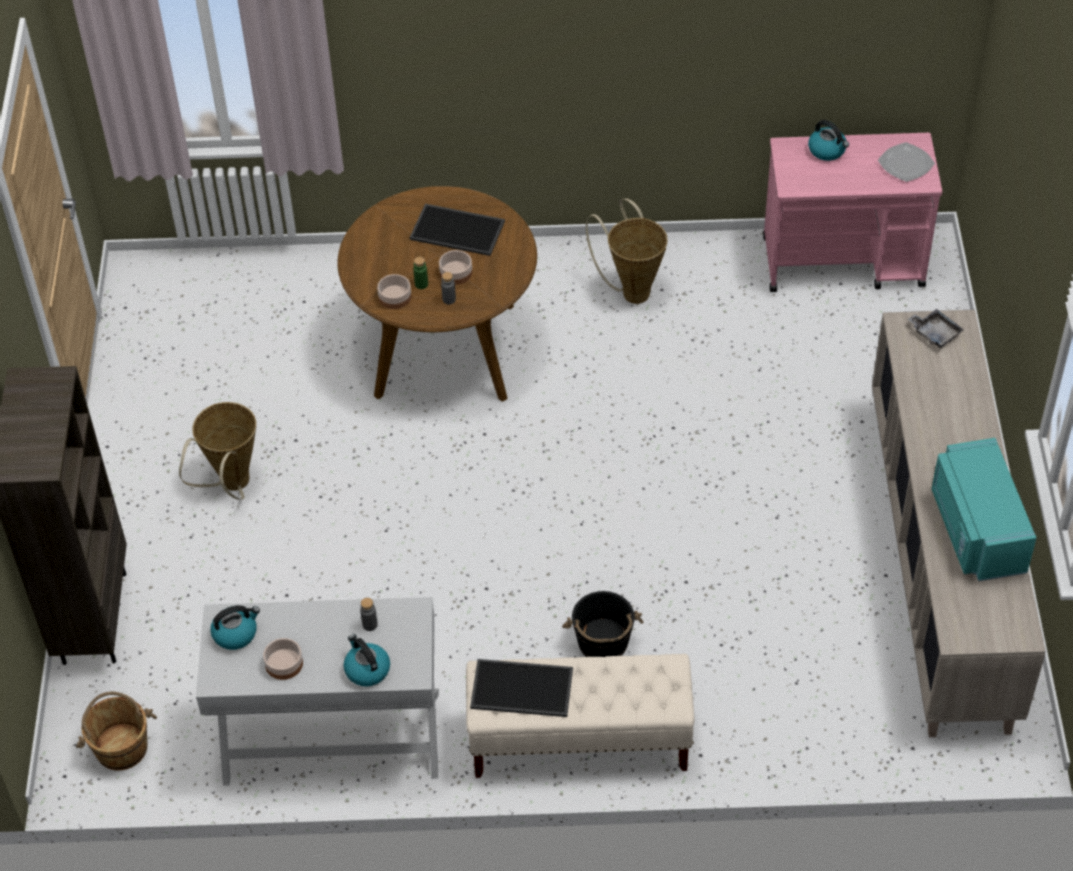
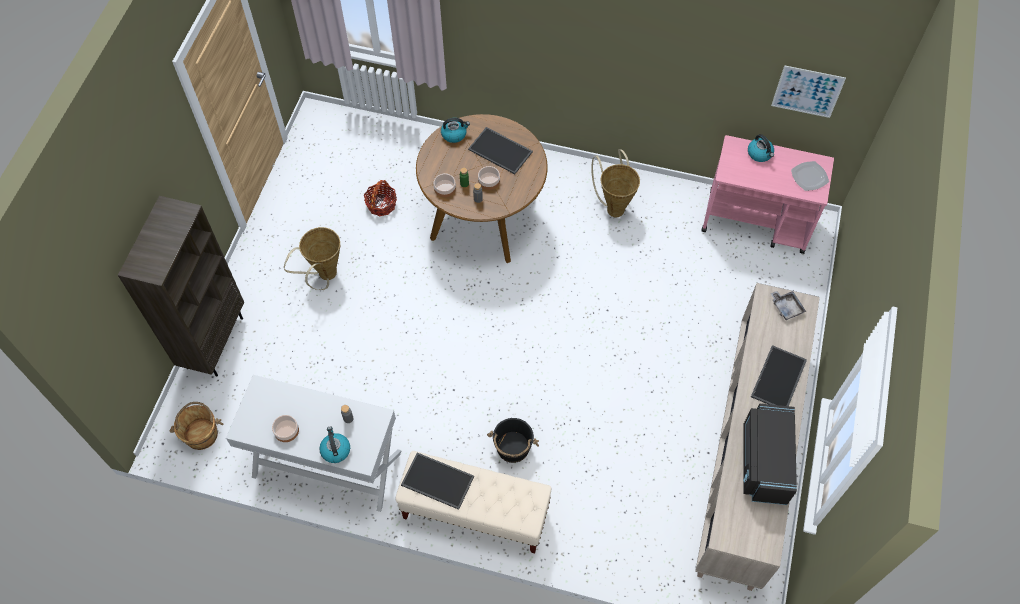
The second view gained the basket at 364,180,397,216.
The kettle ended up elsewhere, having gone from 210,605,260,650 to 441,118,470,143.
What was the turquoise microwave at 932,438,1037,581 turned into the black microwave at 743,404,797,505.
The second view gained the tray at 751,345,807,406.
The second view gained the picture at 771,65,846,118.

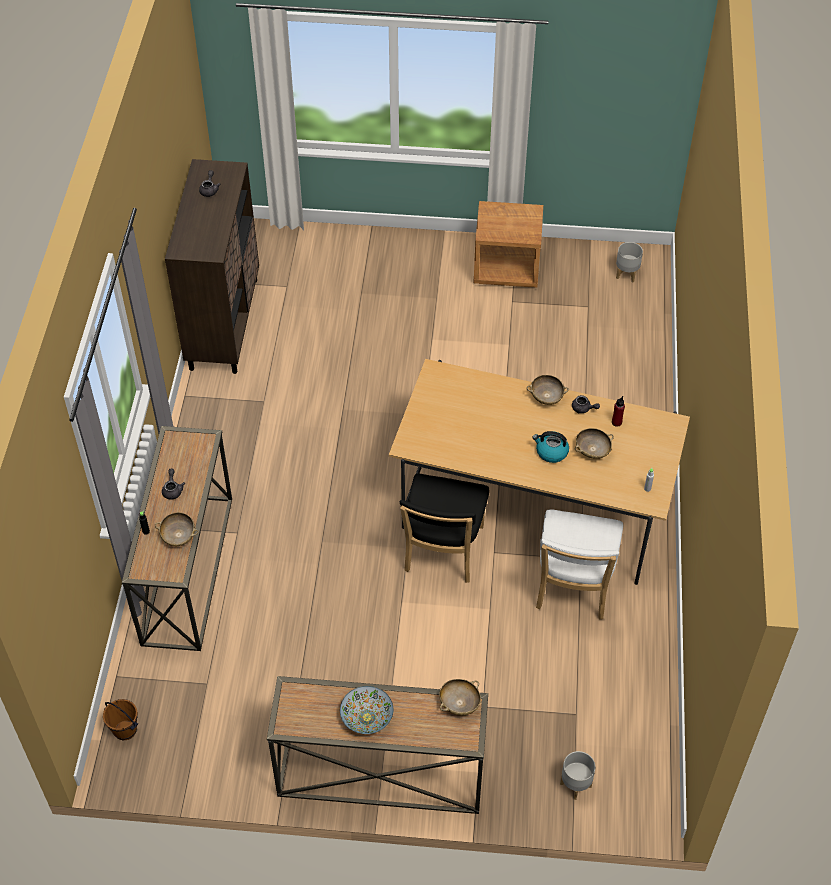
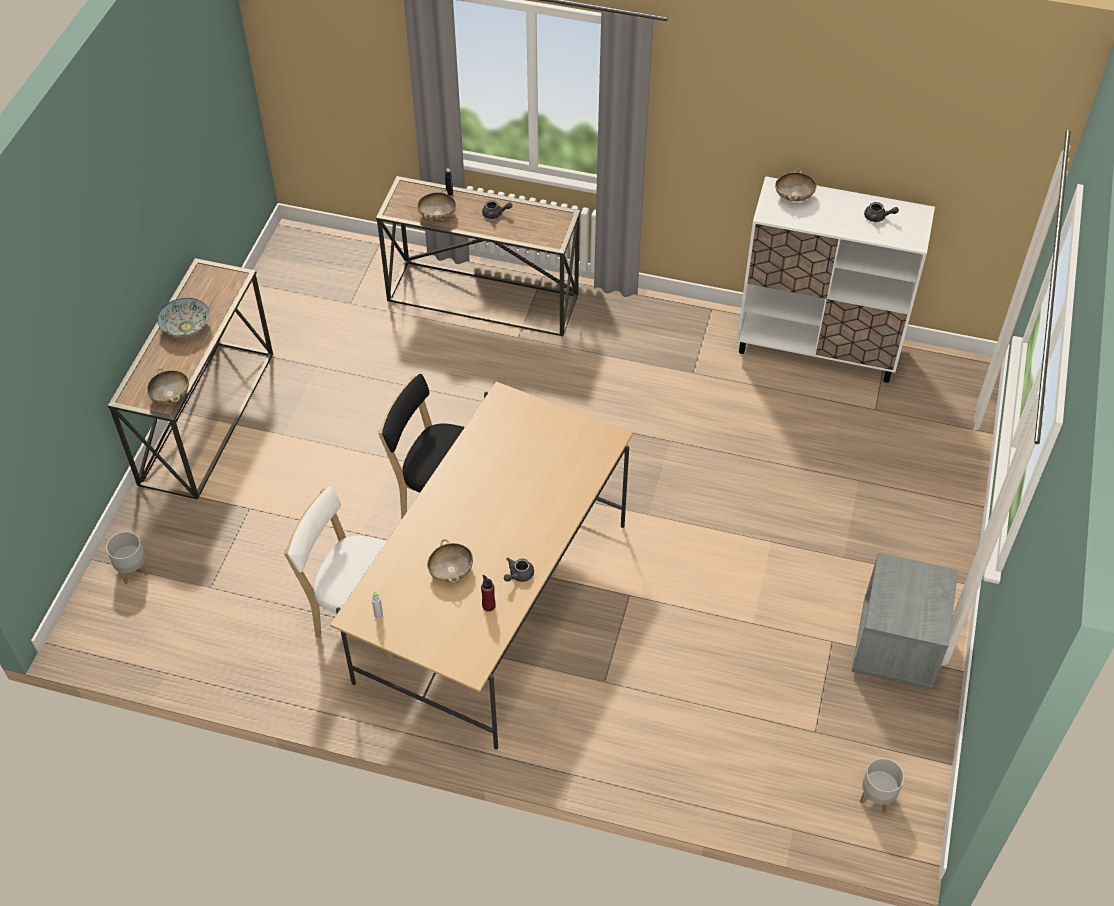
What was the brown cabinet at 165,159,259,374 turned into the white cabinet at 737,176,935,383.
The beige bowl ended up elsewhere, having gone from 526,375,569,405 to 775,169,816,201.
What was the brown nightstand at 473,201,543,287 turned into the grey nightstand at 852,553,958,690.
The second view lost the brown bucket at 103,699,138,740.
The second view lost the kettle at 533,431,569,463.

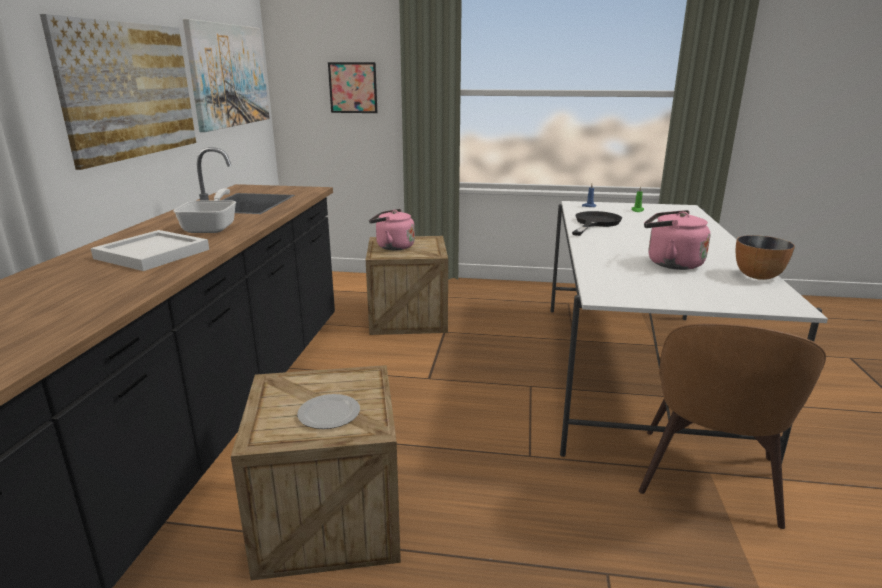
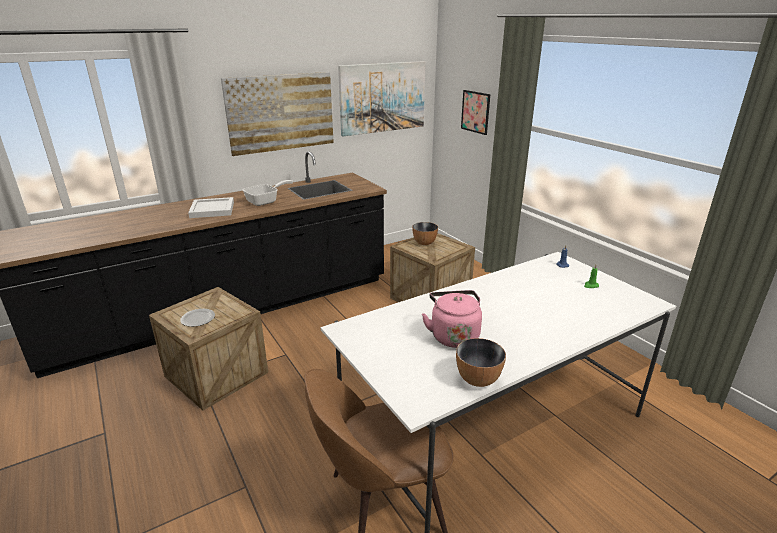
Where the pink kettle stood at 369,209,415,250, the bowl came to stand at 412,222,438,245.
The second view lost the black frying pan at 572,211,622,236.

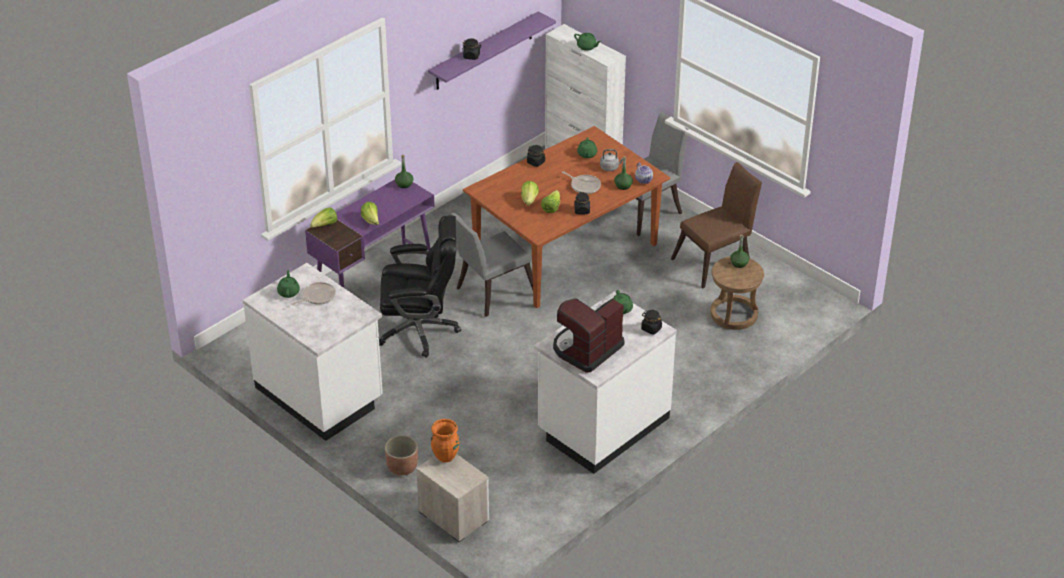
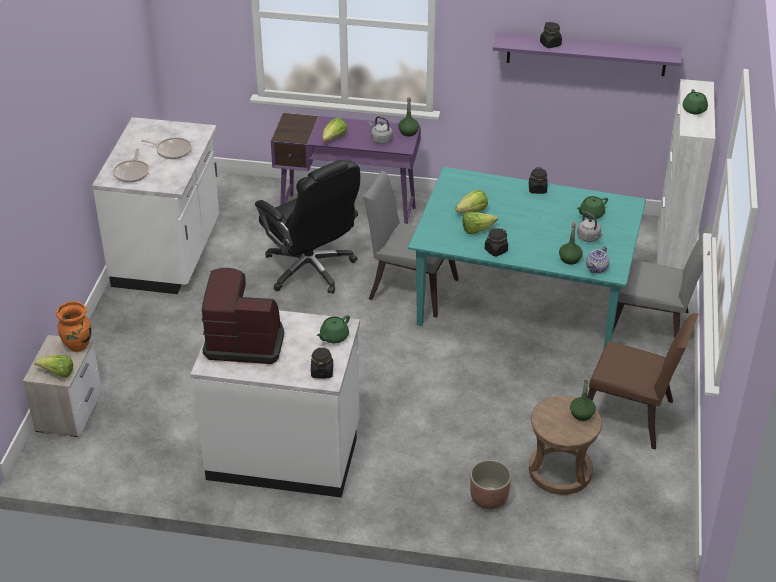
The lettuce ended up elsewhere, having gone from 310,207,337,228 to 34,355,73,378.
The frying pan ended up elsewhere, having gone from 562,171,601,194 to 113,149,149,183.
The second view gained the grey kettle at 369,116,393,144.
What was the brown dining table at 463,126,670,308 turned into the turquoise dining table at 408,167,646,350.
The planter ended up elsewhere, having gone from 385,435,418,475 to 470,460,511,510.
The second view lost the green teapot at 277,270,300,298.

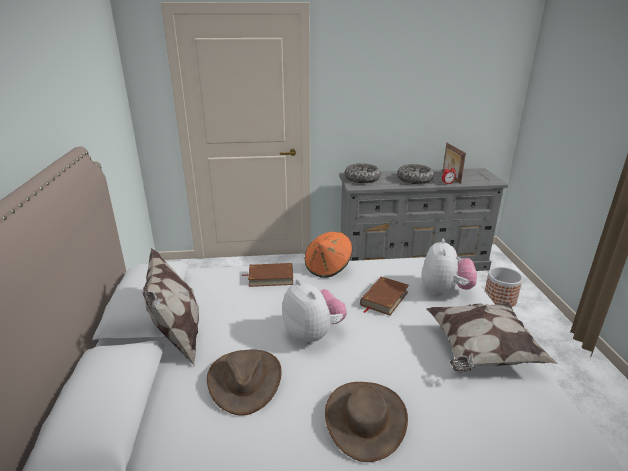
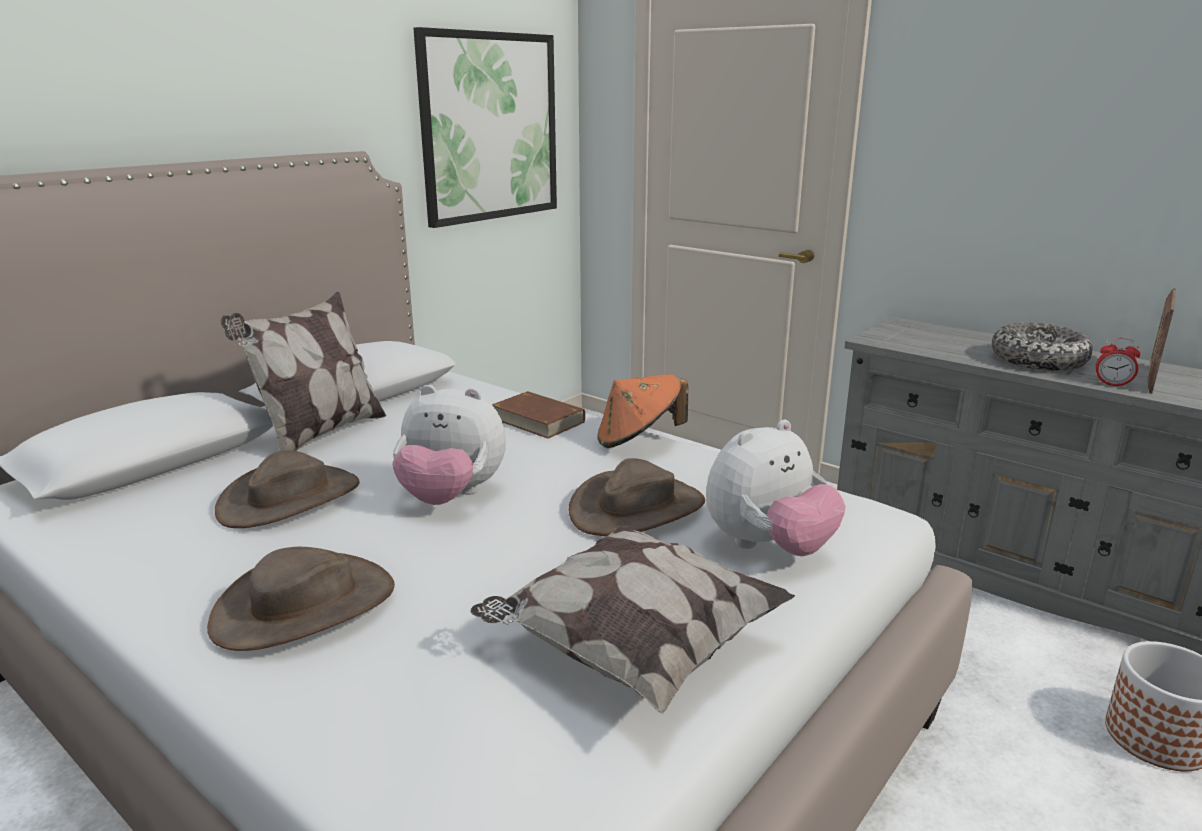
The plush toy at 282,279,347,344 ended up facing another way, 90 degrees clockwise from before.
The second view gained the picture at 413,27,557,228.
Where the brown book stood at 360,277,409,316, the brown hat came to stand at 569,458,705,536.
The second view lost the bowl at 345,163,381,183.

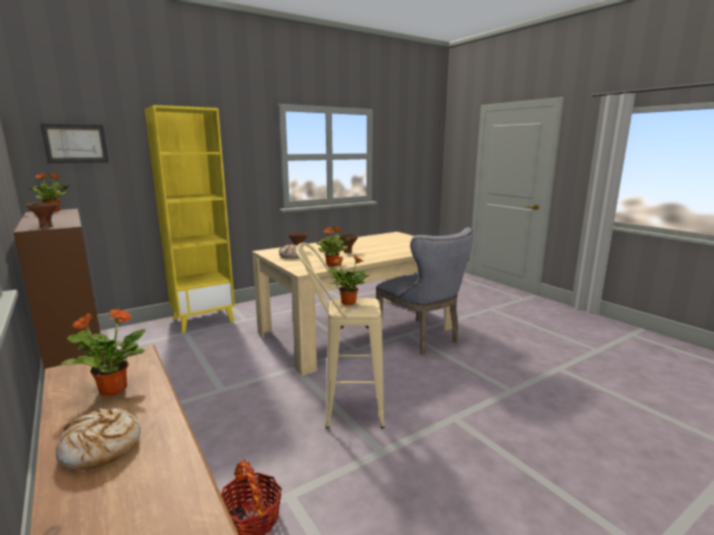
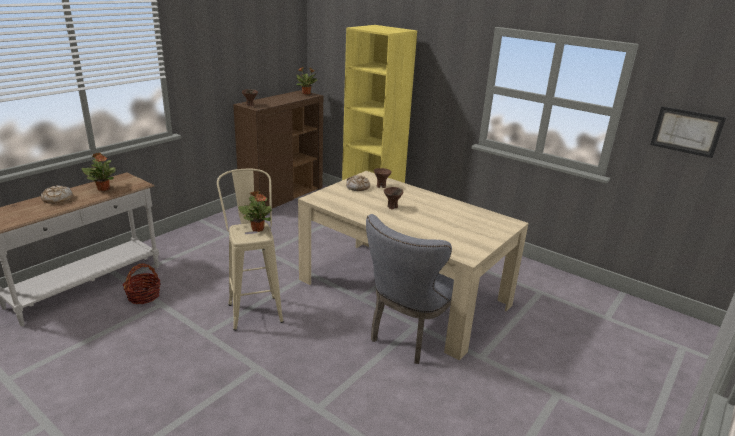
The picture ended up elsewhere, having gone from 40,124,109,163 to 650,106,726,158.
The second view lost the potted plant at 316,226,350,267.

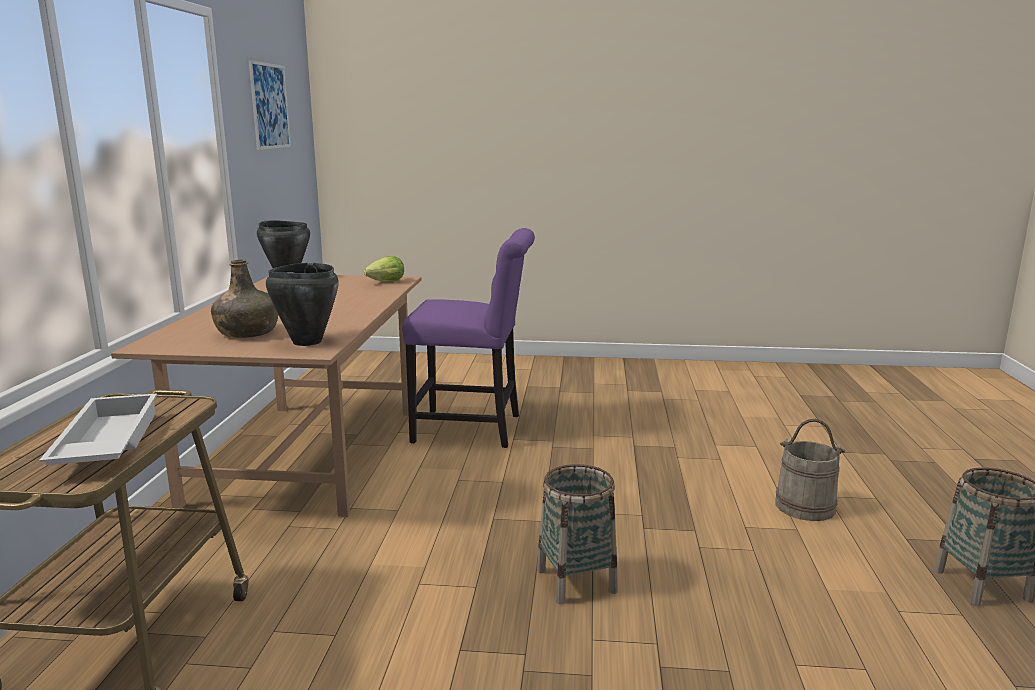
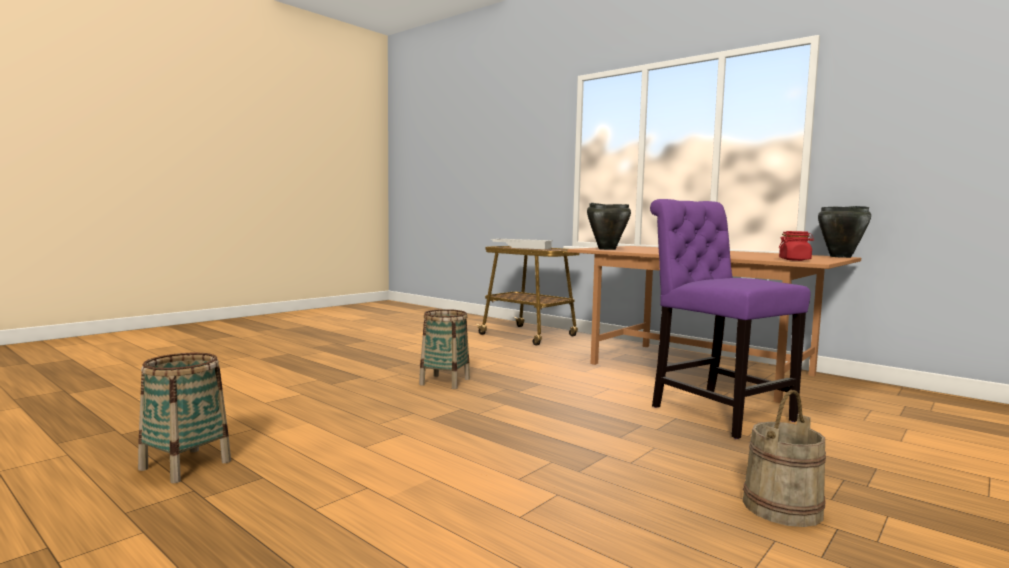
The purple chair at 402,228,535,448 ended up facing another way, 105 degrees clockwise from before.
The beige bucket ended up elsewhere, having gone from 775,419,846,521 to 743,390,826,527.
Where the lettuce stood at 364,256,404,282, the red jar came to stand at 779,231,814,261.
The second view lost the green bottle at 211,259,278,338.
The second view lost the picture at 249,60,291,150.

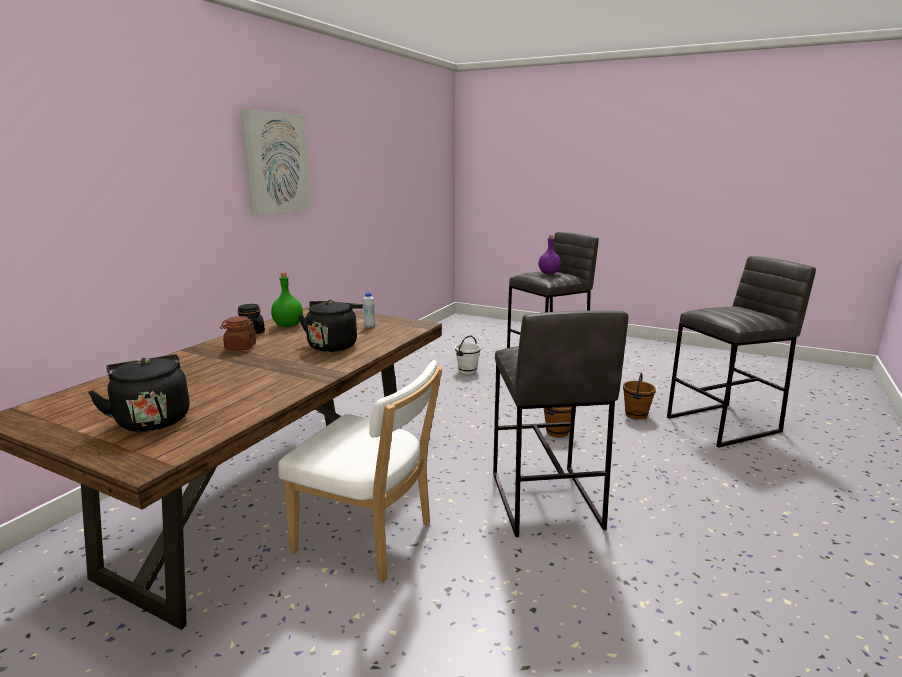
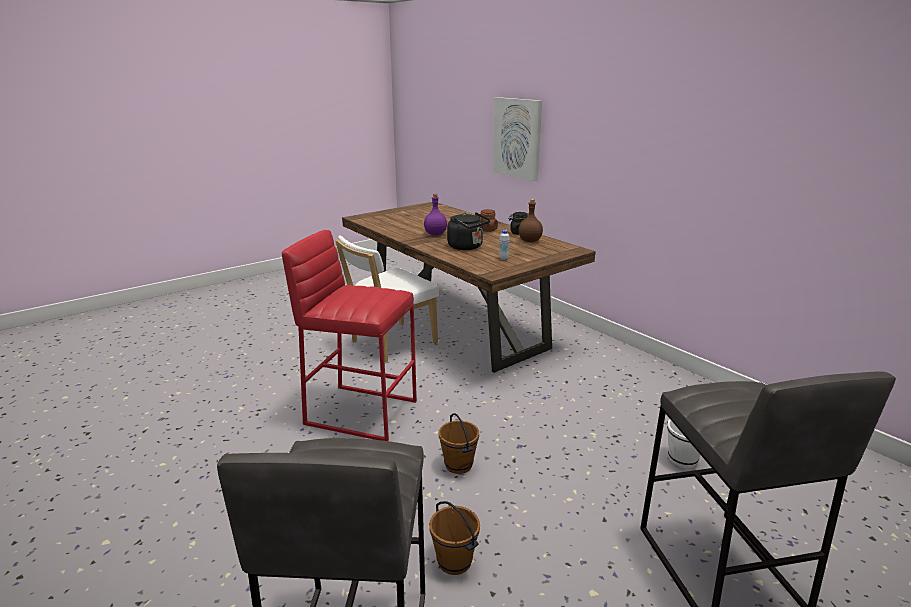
What was the grey stool at 493,310,628,537 turned into the red stool at 282,230,417,441.
The purple bottle ended up elsewhere, having gone from 539,235,561,274 to 424,194,447,235.
The picture ended up elsewhere, having gone from 241,109,311,216 to 493,97,542,181.
What was the green bottle at 271,273,303,327 turned into the brown bottle at 519,199,543,242.
The second view lost the black kettle at 88,354,190,432.

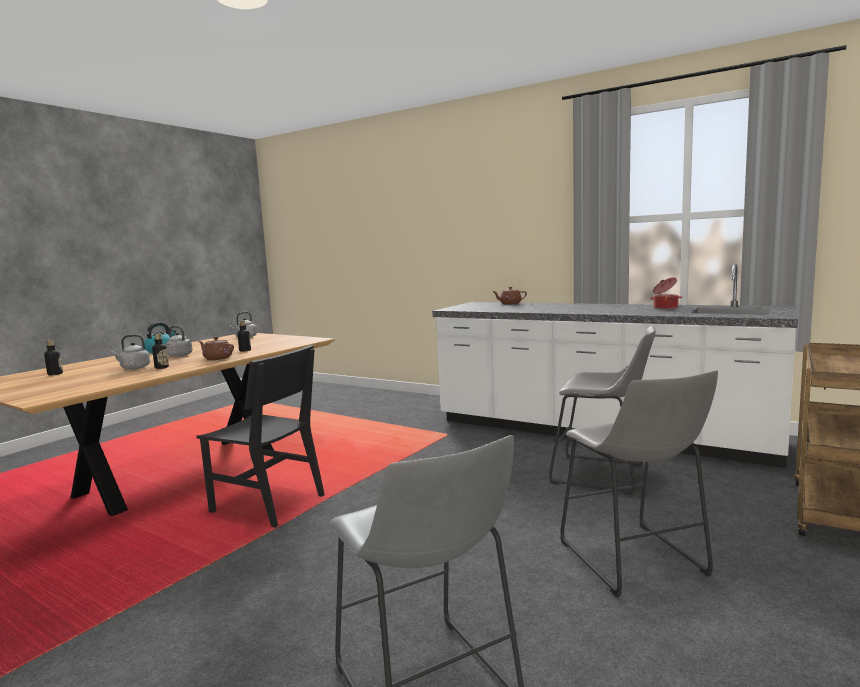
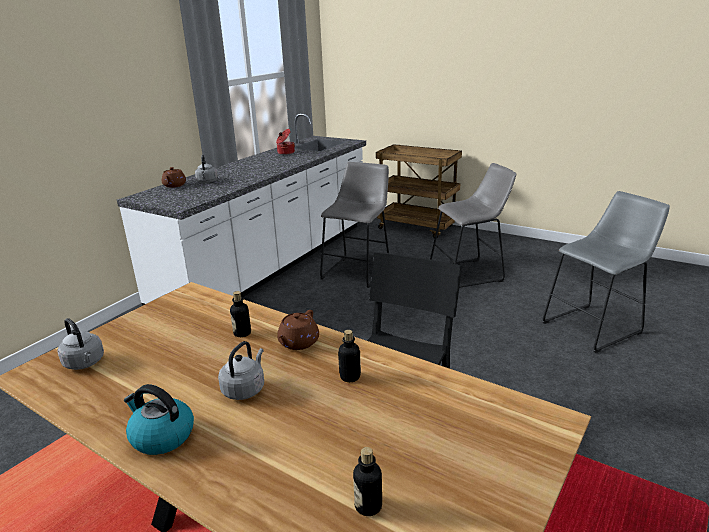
The grey kettle ended up elsewhere, having gone from 111,334,150,369 to 195,155,218,183.

